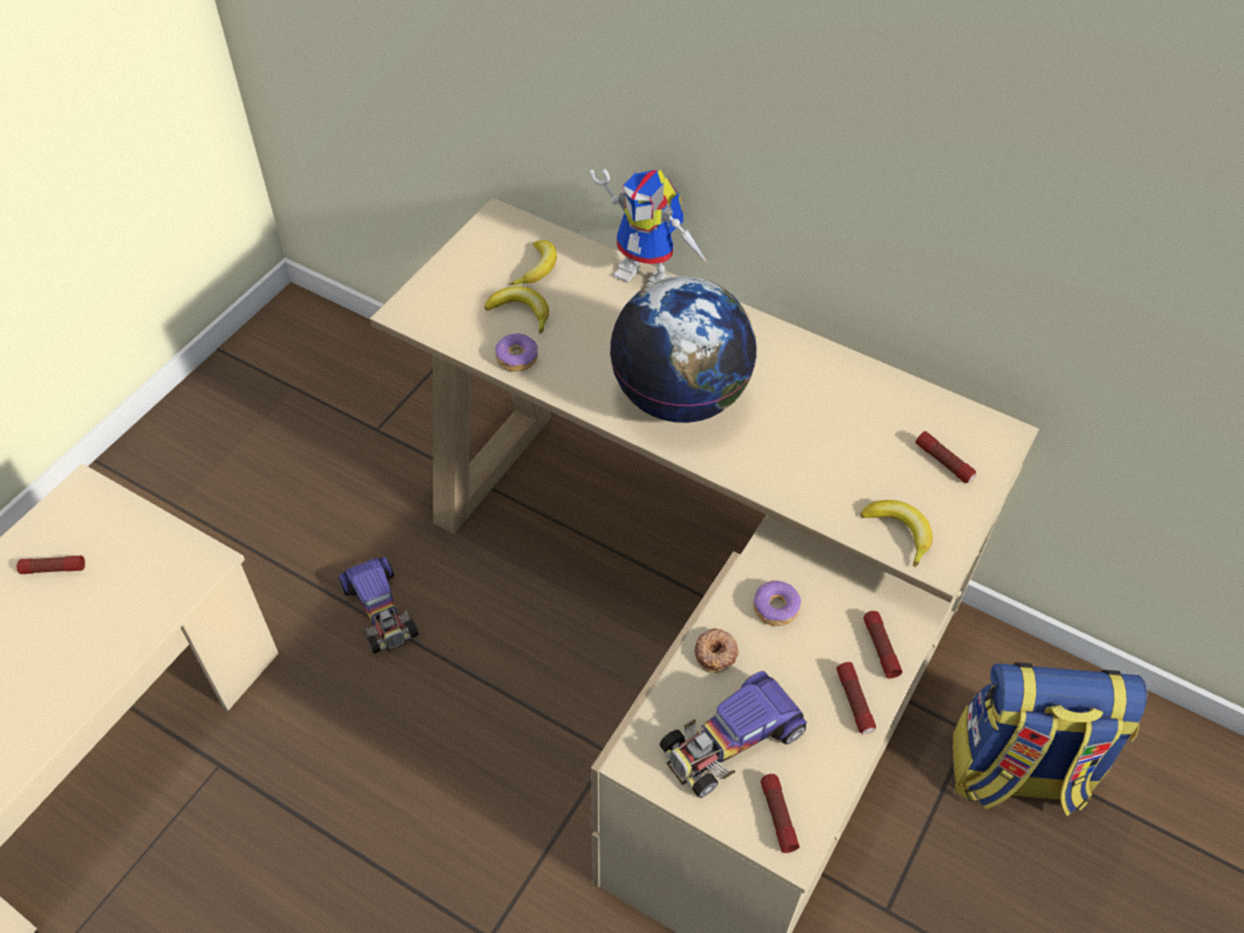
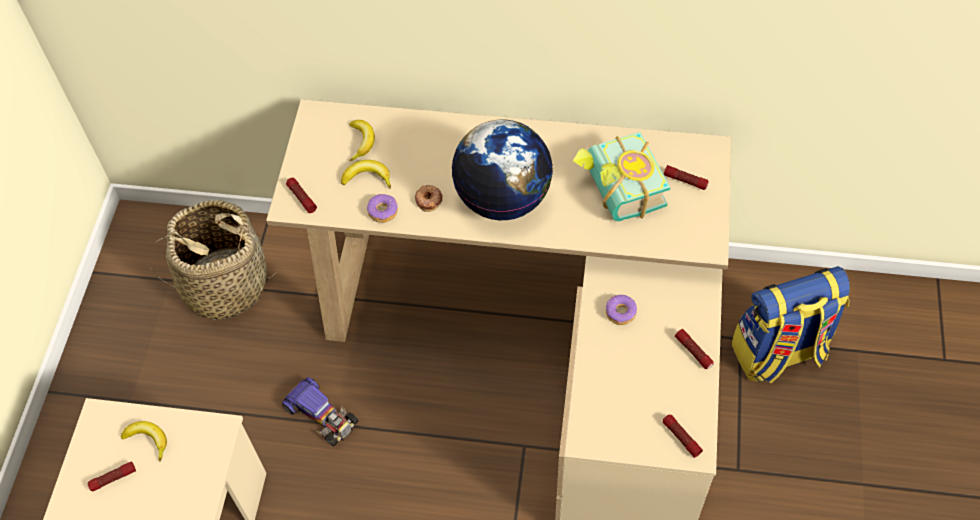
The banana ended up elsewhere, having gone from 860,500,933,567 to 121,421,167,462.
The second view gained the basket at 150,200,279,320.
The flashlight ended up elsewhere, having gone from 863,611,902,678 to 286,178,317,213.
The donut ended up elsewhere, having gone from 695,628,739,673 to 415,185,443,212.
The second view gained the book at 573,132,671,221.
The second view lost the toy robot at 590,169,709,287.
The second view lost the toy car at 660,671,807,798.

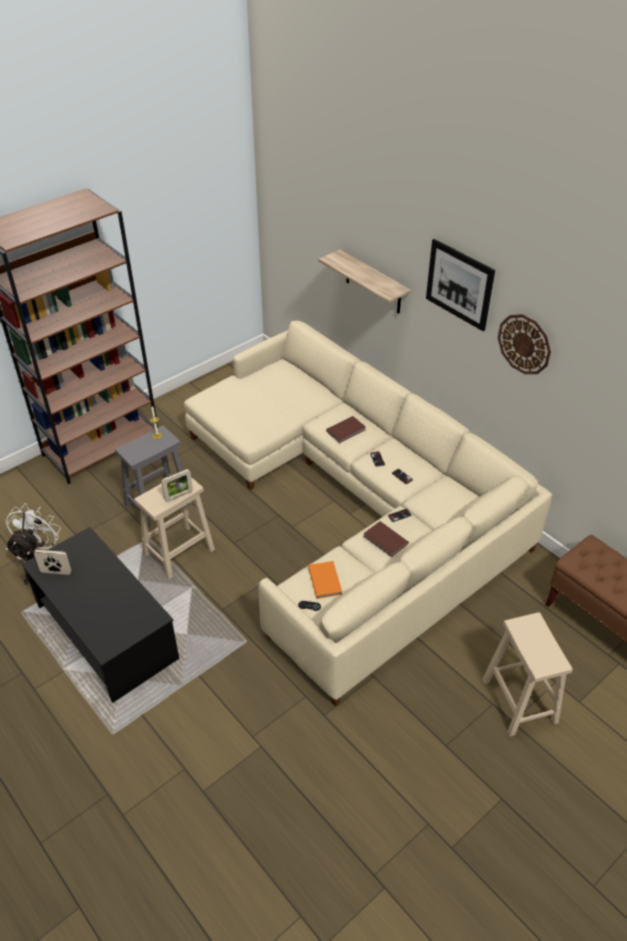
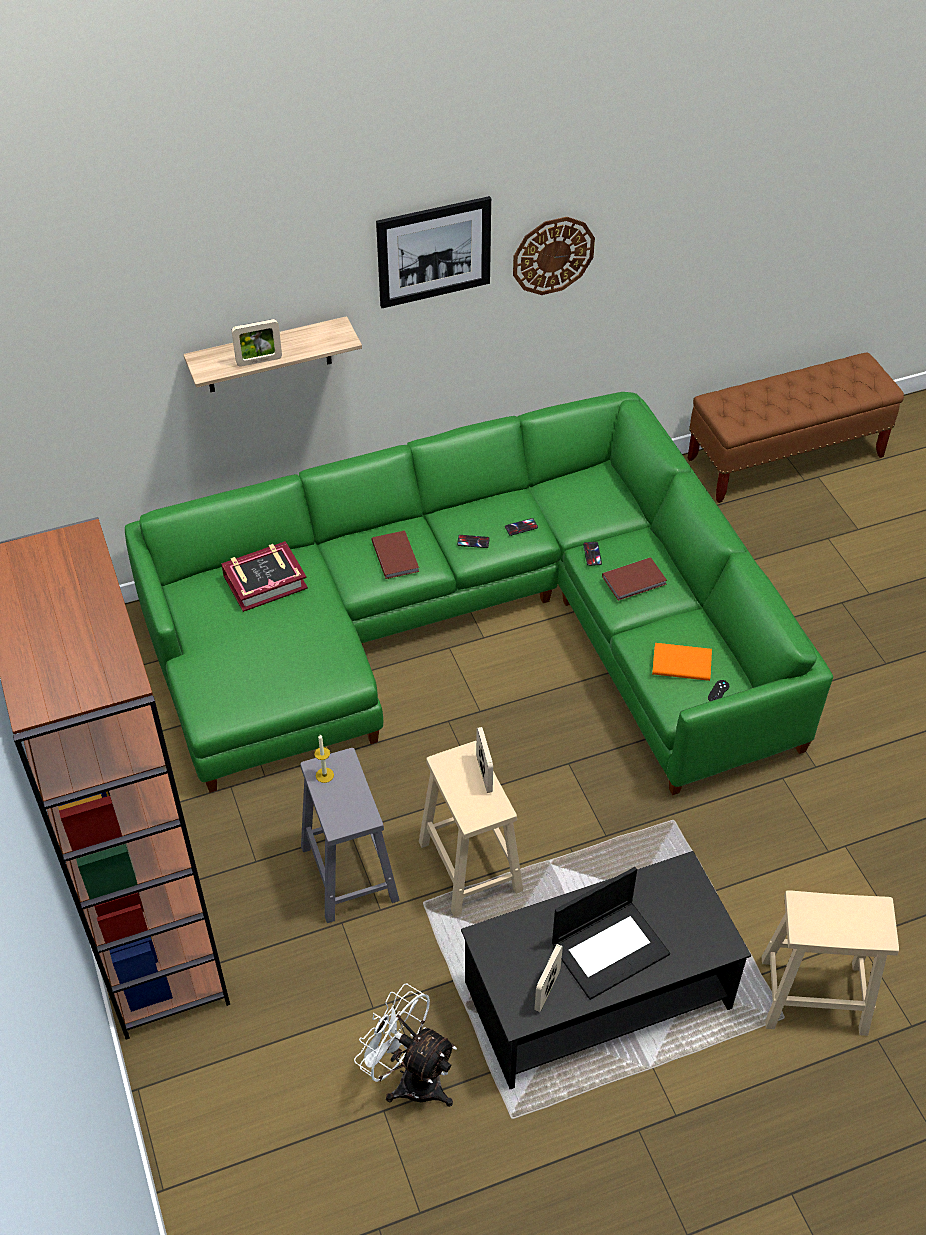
What was the beige sofa at 184,321,552,706 turned into the green sofa at 125,392,833,795.
The second view gained the book at 221,541,308,612.
The second view gained the picture frame at 231,319,282,367.
The second view gained the laptop at 552,867,670,1000.
The beige stool ended up elsewhere, having gone from 482,612,573,736 to 762,890,899,1036.

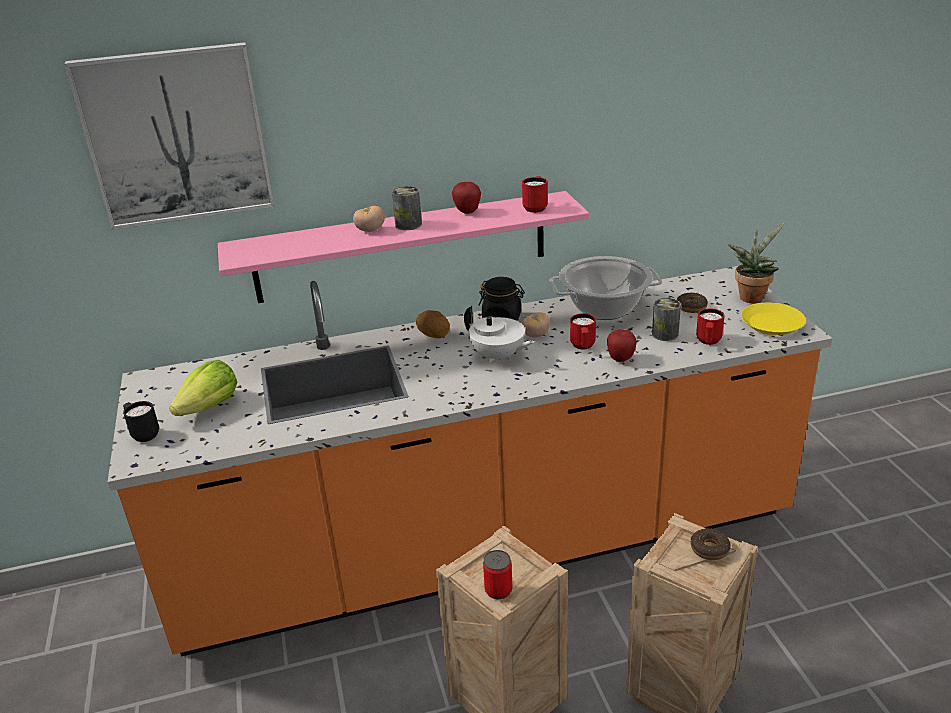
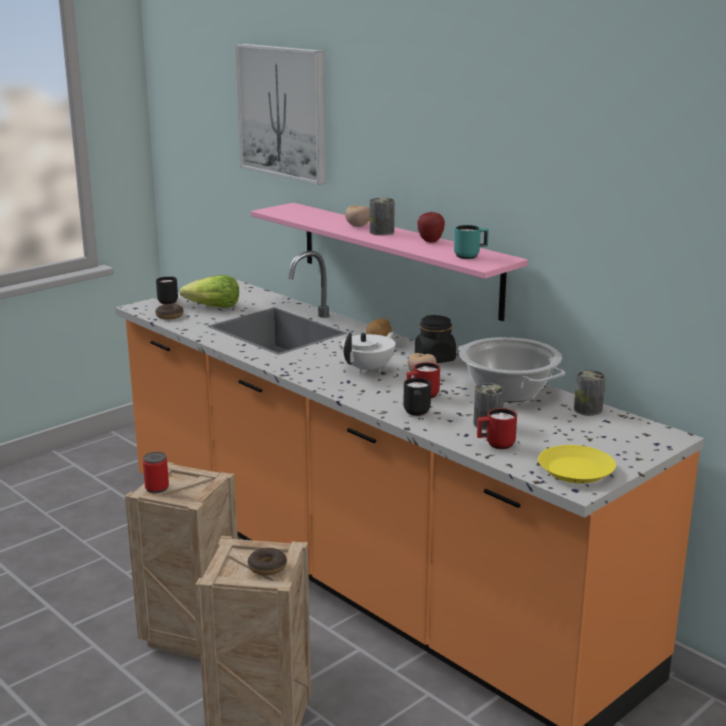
The donut ended up elsewhere, having gone from 677,293,708,313 to 155,304,184,319.
The white teapot at 464,306,535,363 ended up facing another way, 150 degrees counterclockwise from before.
Where the apple stood at 607,329,637,362, the black mug came to stand at 403,378,431,416.
What was the red mug at 522,176,548,213 turned into the turquoise mug at 454,225,489,259.
The second view gained the can at 574,370,606,416.
The second view lost the potted plant at 728,223,784,303.

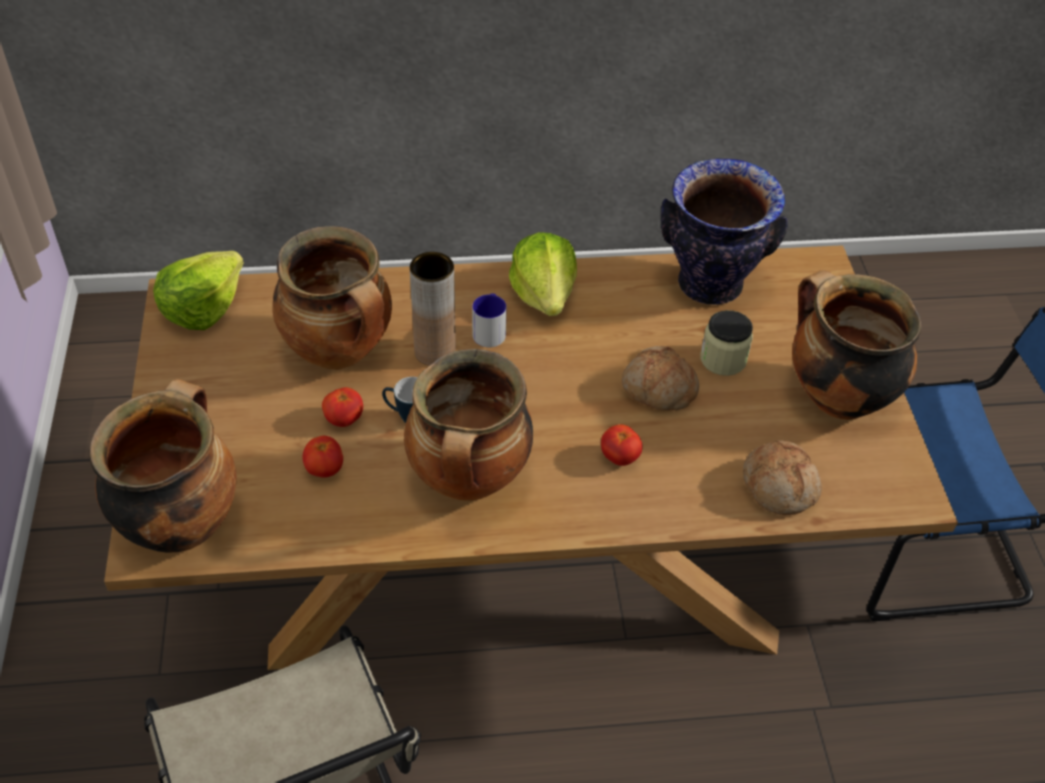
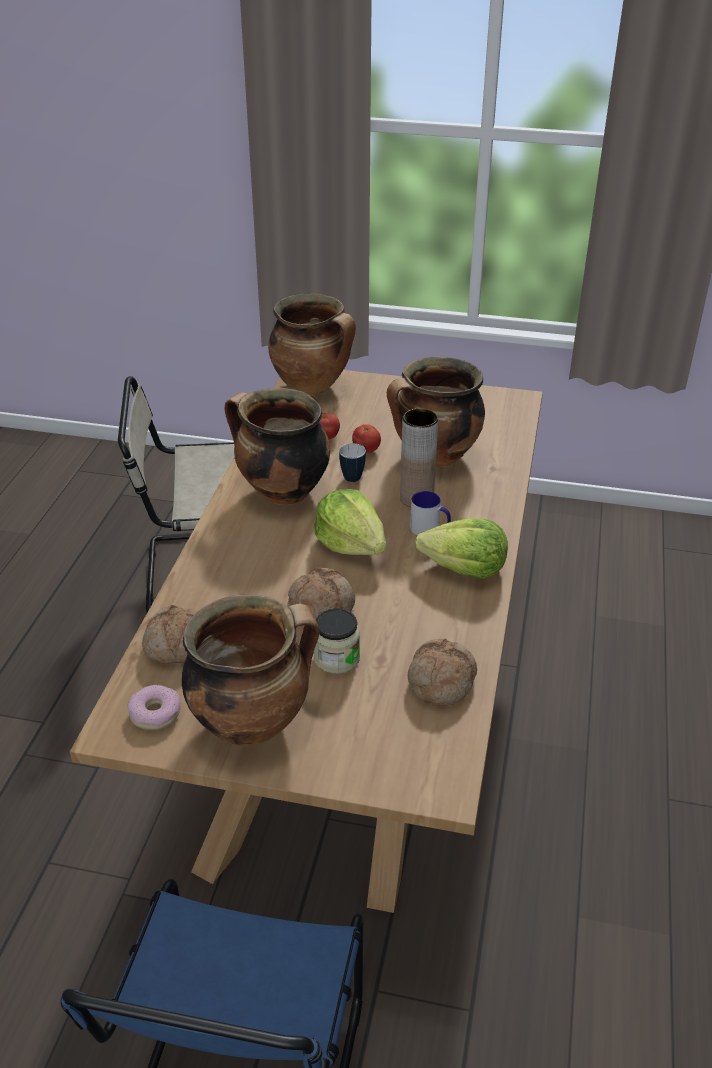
The second view gained the donut at 127,685,181,730.
The lettuce ended up elsewhere, having gone from 153,251,244,330 to 315,489,386,555.
Where the vase stood at 661,159,788,305, the bread came to stand at 408,638,477,706.
The second view lost the tomato at 601,424,642,466.

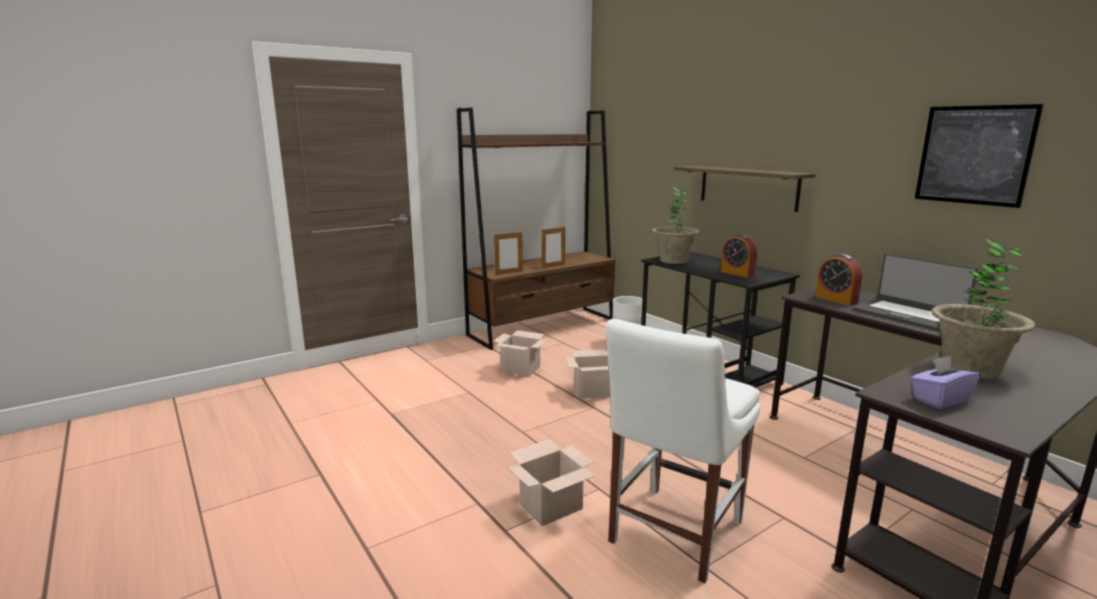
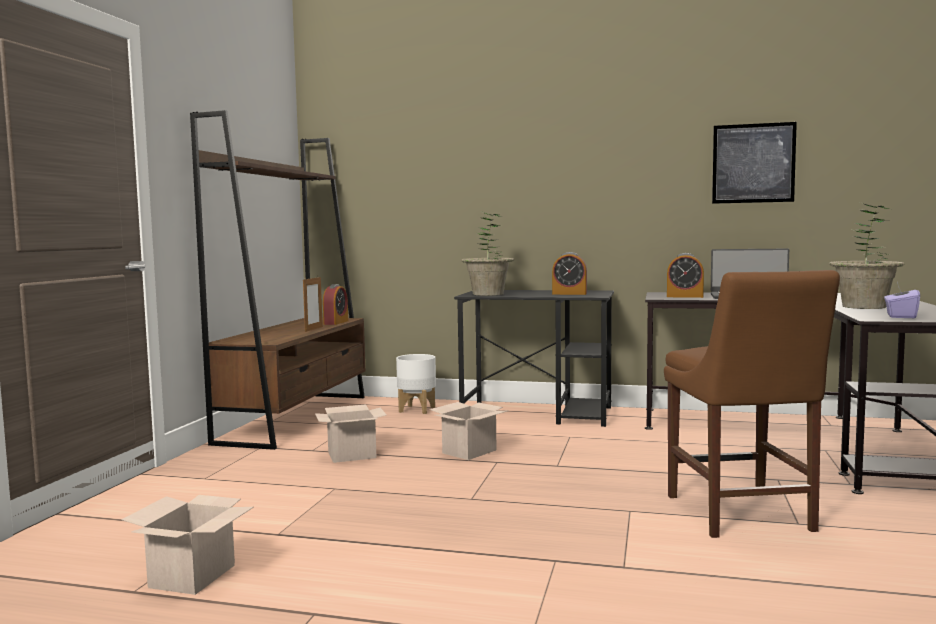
The cardboard box ended up elsewhere, having gone from 508,439,596,526 to 121,495,254,595.
The second view gained the alarm clock at 323,284,348,325.
What was the white chair at 606,319,761,583 turned into the brown chair at 664,270,840,538.
The second view lost the picture frame at 494,231,523,275.
The second view lost the shelf at 674,166,816,212.

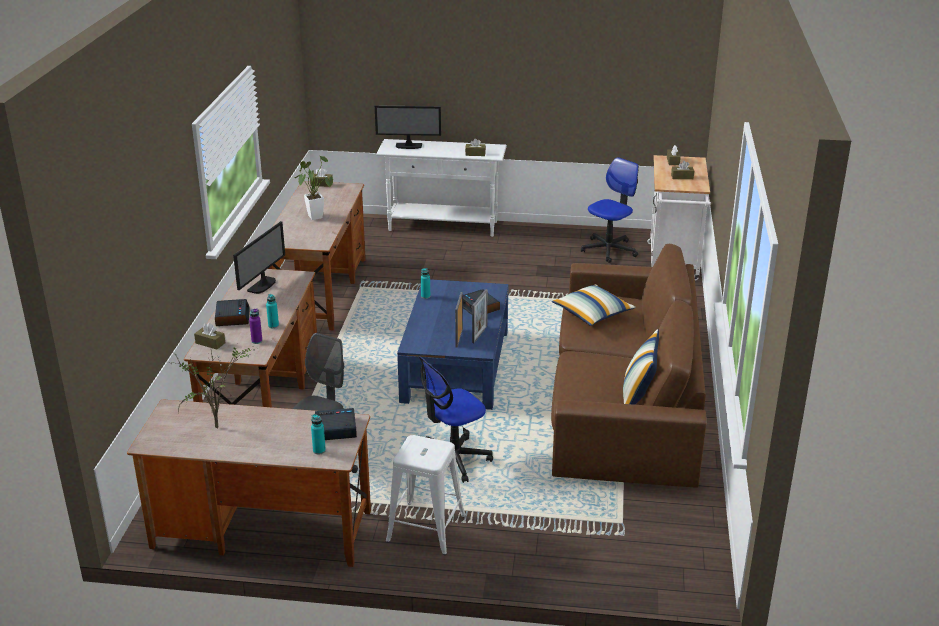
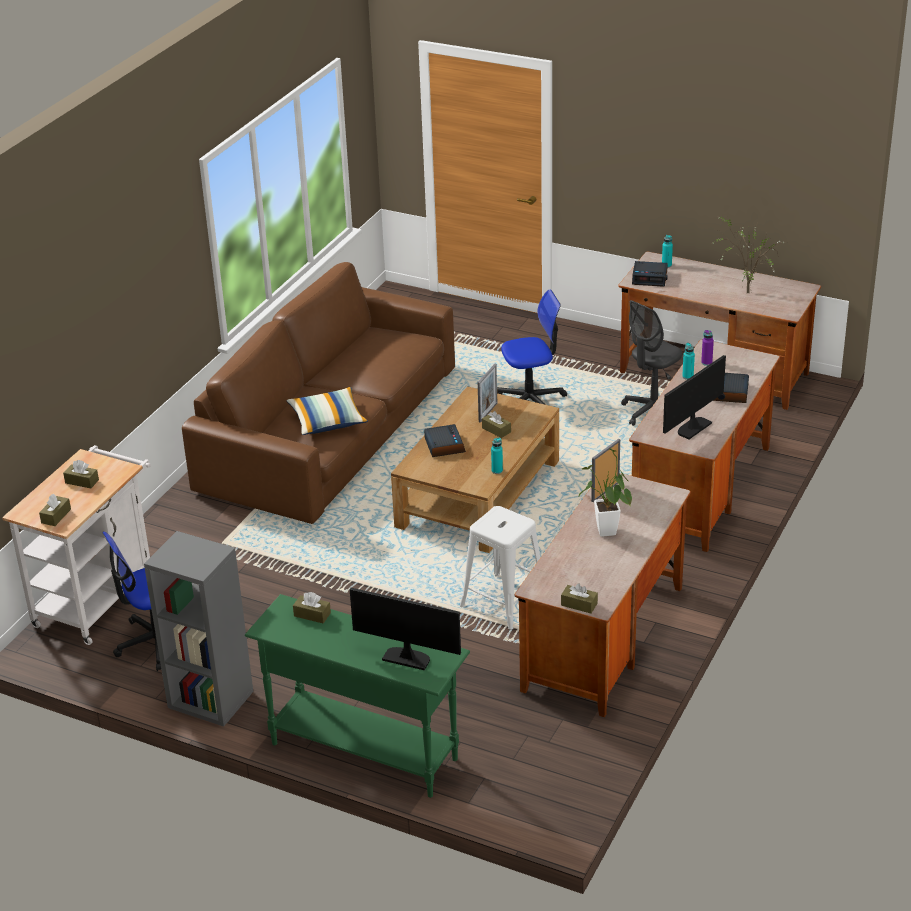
The second view gained the grey bookcase at 144,531,253,727.
What was the white console table at 376,139,507,237 turned into the green console table at 245,594,470,798.
What was the blue coffee table at 397,279,509,410 turned into the brown coffee table at 391,386,559,553.
The white stool ended up elsewhere, having gone from 386,435,466,555 to 460,506,540,631.
The brown tissue box ended up elsewhere, having gone from 194,323,225,350 to 482,411,511,438.
The picture frame ended up elsewhere, having gone from 472,289,487,343 to 591,439,620,502.
The second view lost the pillow at 623,329,659,405.

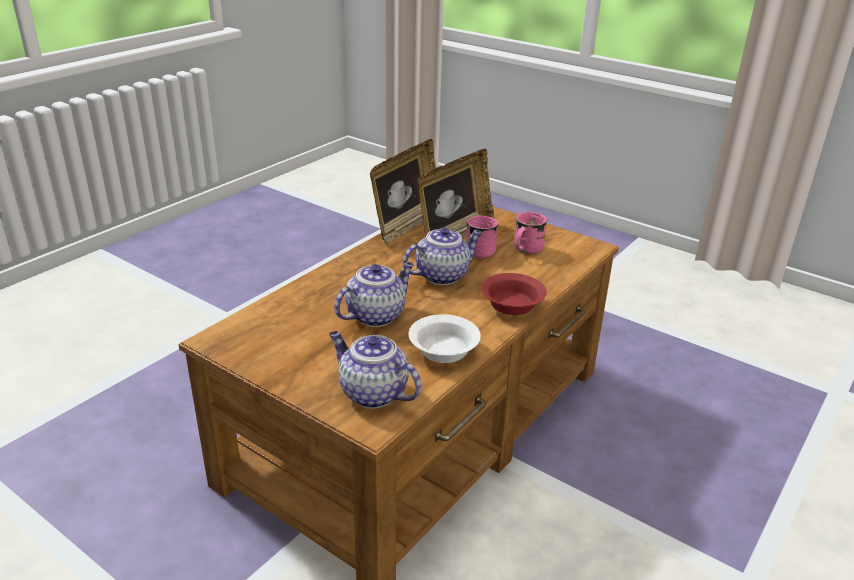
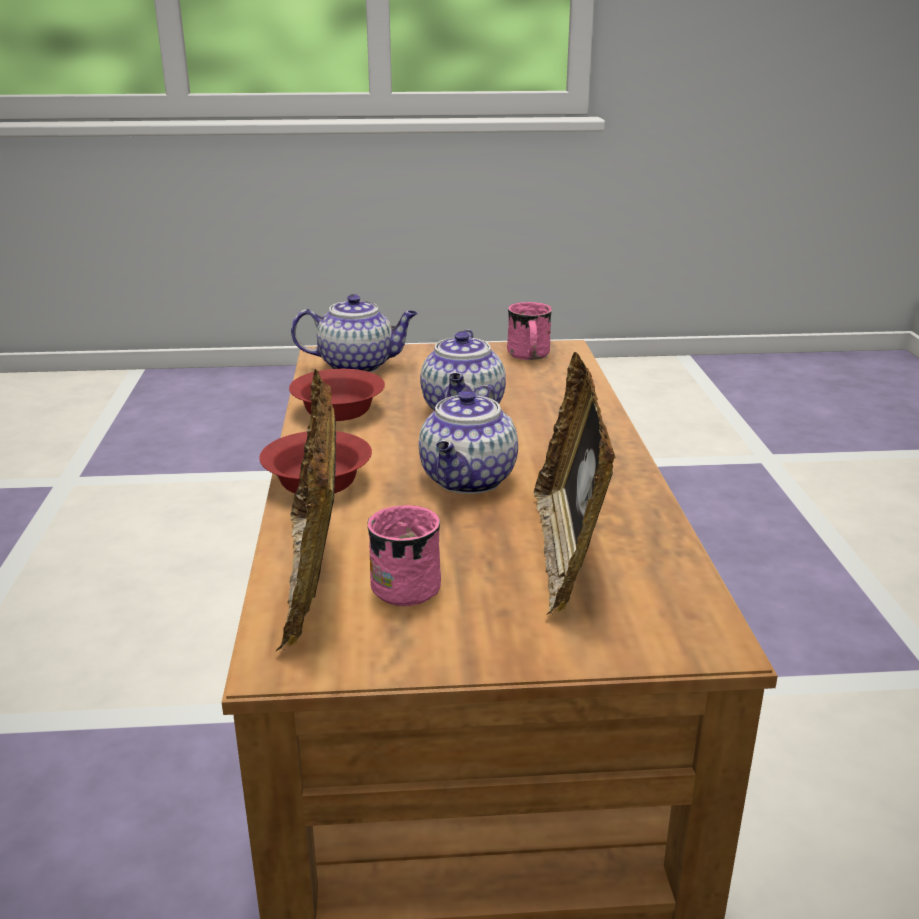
The picture frame ended up elsewhere, having gone from 370,139,436,244 to 276,369,336,651.
What was the white bowl at 408,314,481,363 turned into the red bowl at 289,369,385,421.
The pink mug ended up elsewhere, having gone from 466,216,498,258 to 507,302,552,360.

